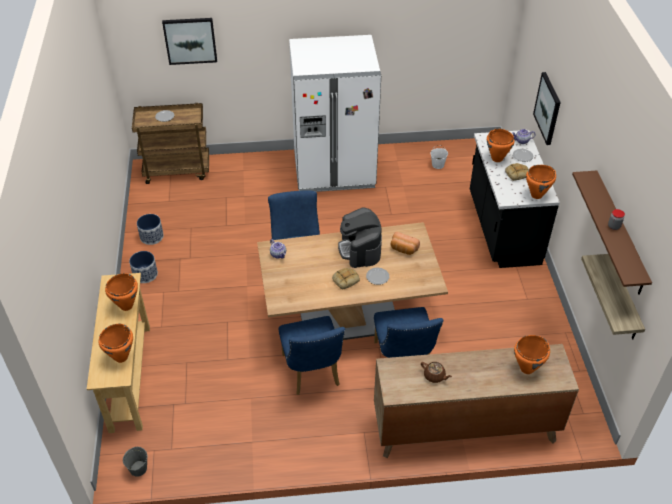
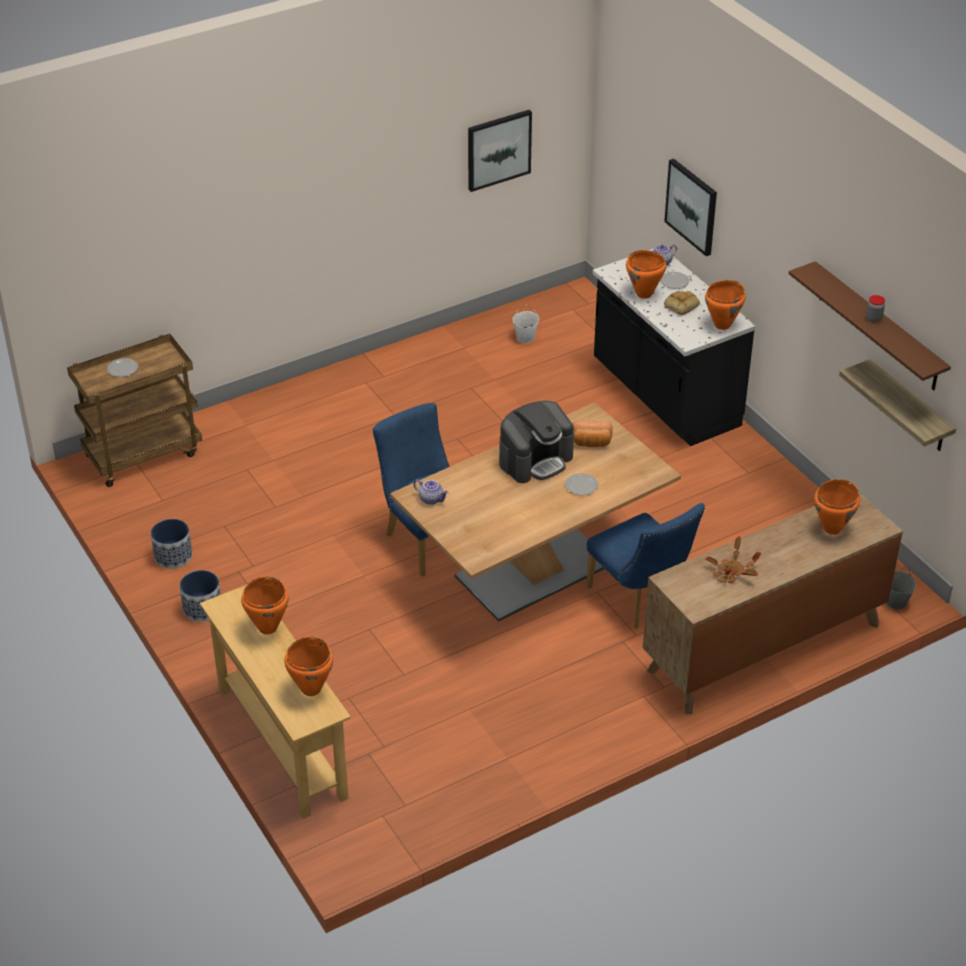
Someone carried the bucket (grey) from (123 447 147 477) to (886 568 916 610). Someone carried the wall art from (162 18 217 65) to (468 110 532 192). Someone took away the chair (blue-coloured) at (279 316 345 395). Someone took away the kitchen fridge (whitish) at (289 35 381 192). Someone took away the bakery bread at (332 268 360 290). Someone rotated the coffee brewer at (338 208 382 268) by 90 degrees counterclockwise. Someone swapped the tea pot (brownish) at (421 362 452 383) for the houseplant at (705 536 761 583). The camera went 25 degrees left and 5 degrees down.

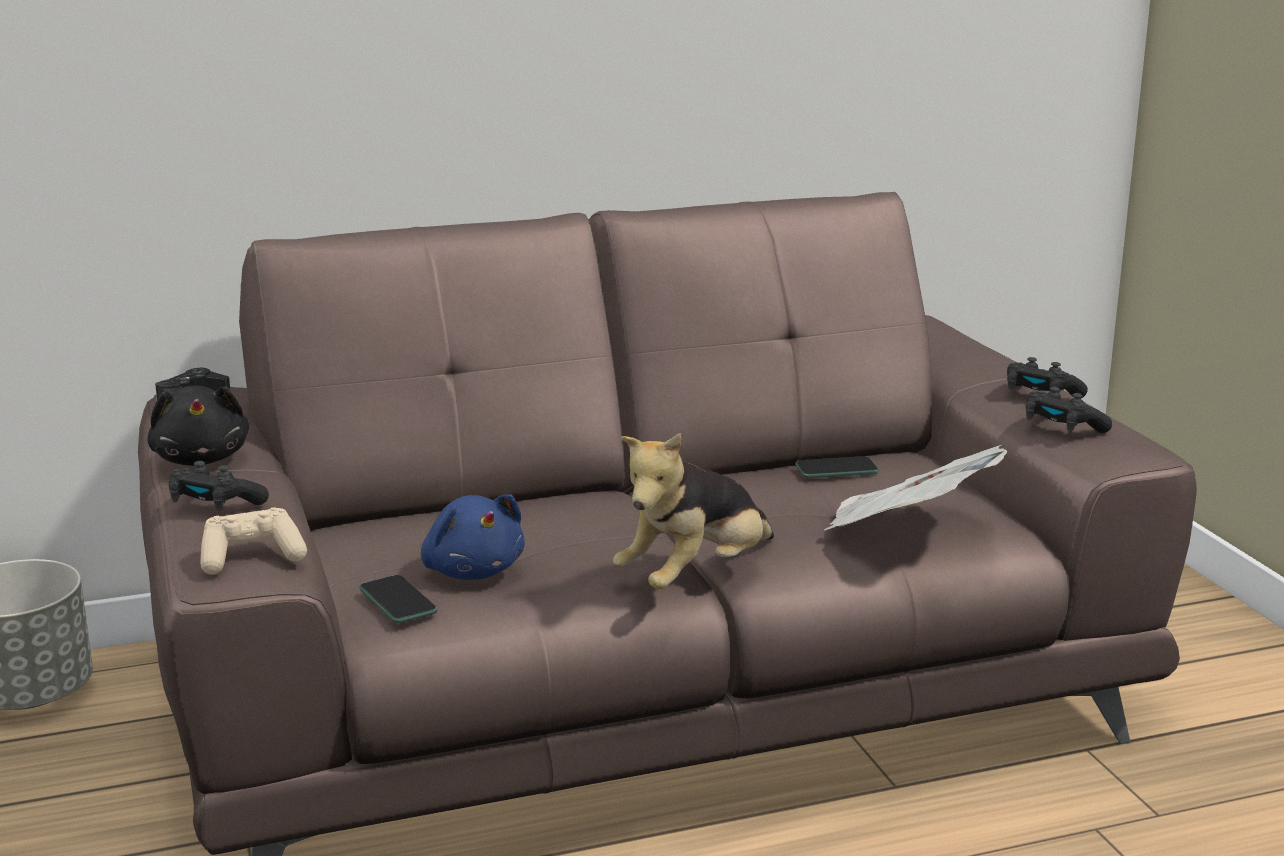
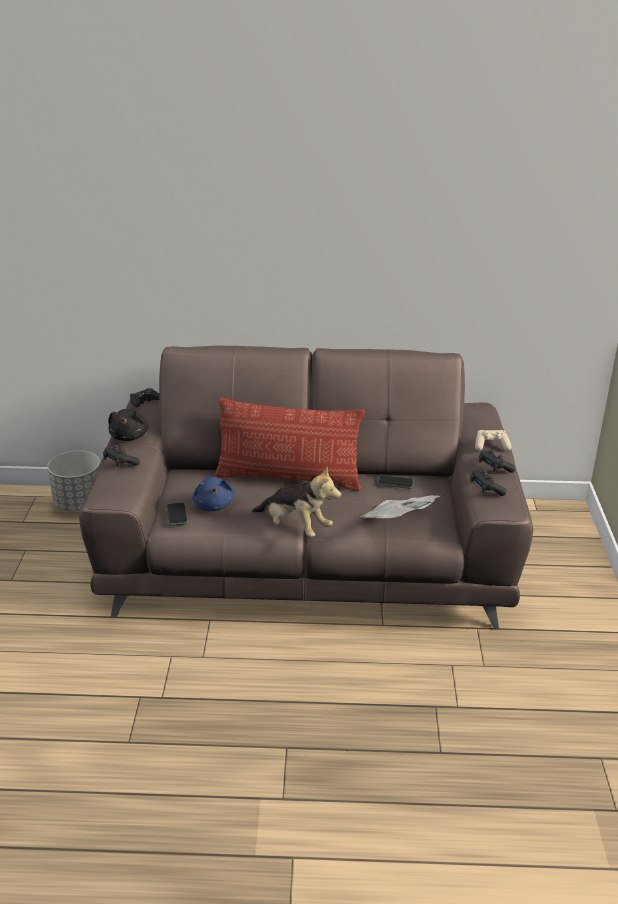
Someone carried the gamepad (beige) from (200 507 307 575) to (475 430 511 451). Someone rotated the plush toy at (613 433 774 589) by 120 degrees counterclockwise. Someone put down the throw pillow at (214 398 365 491). The camera went 20 degrees right and 10 degrees up.

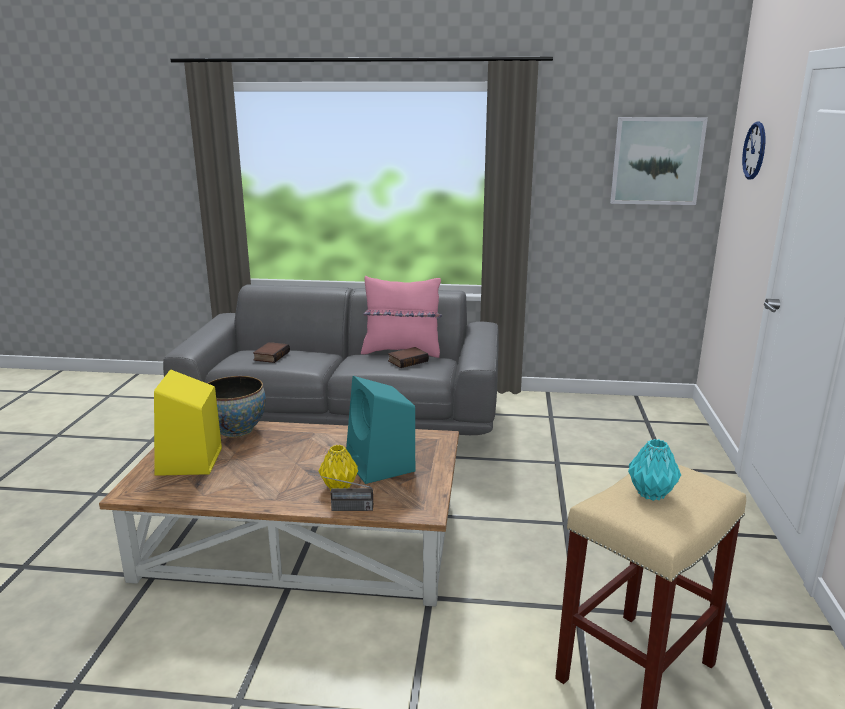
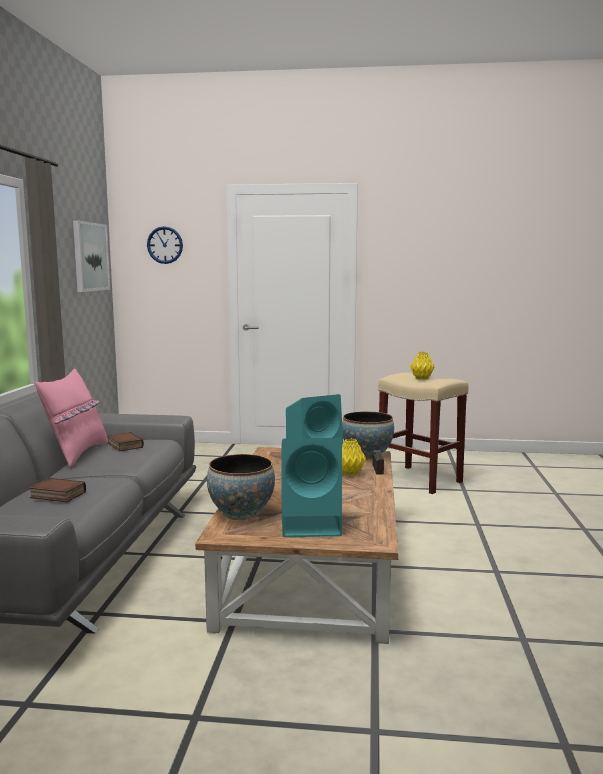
Someone repainted the speaker (yellow-coloured) at (154 369 222 476), which became the speaker (turquoise) at (281 438 342 537). Someone repainted the vase (turquoise) at (628 439 681 501), which became the vase (yellow-coloured) at (411 352 435 380). Someone put down the serving bowl at (342 411 394 459). The camera went 90 degrees left and 10 degrees down.

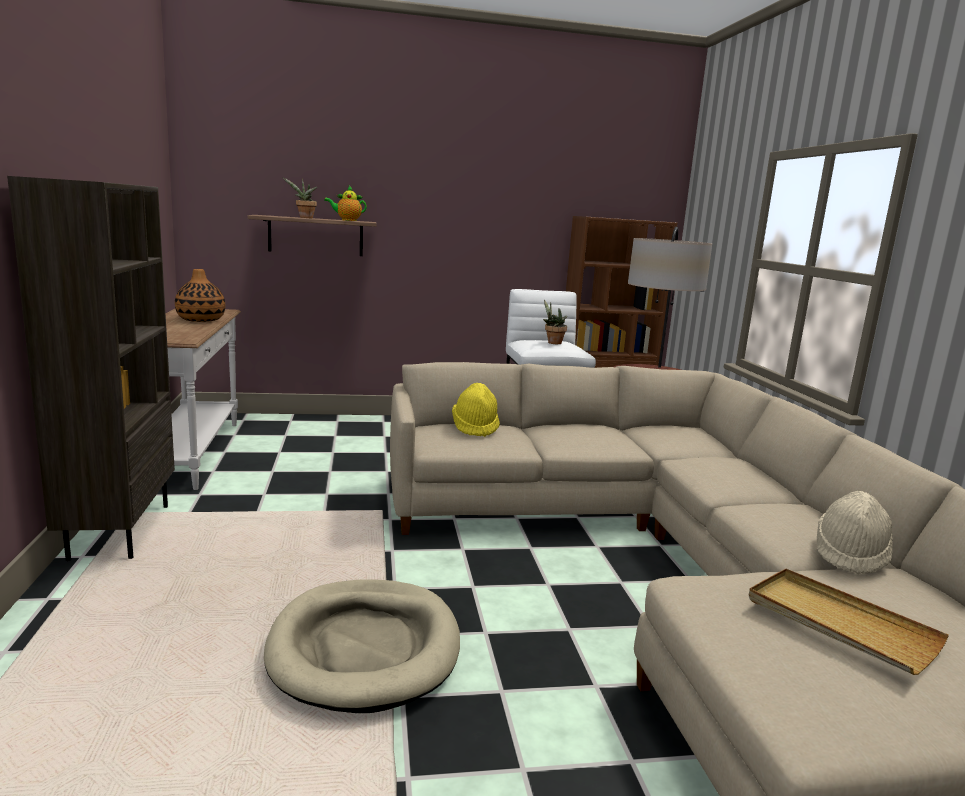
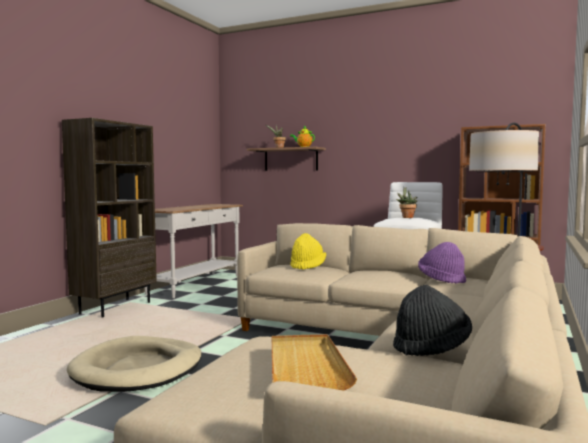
Someone took away the vase at (175 269 225 322). Someone repainted the clothing hat (beige) at (817 491 893 575), which became the clothing hat (black) at (393 285 472 356). Someone put down the clothing hat (purple) at (418 242 466 284). The camera went 35 degrees right and 10 degrees down.

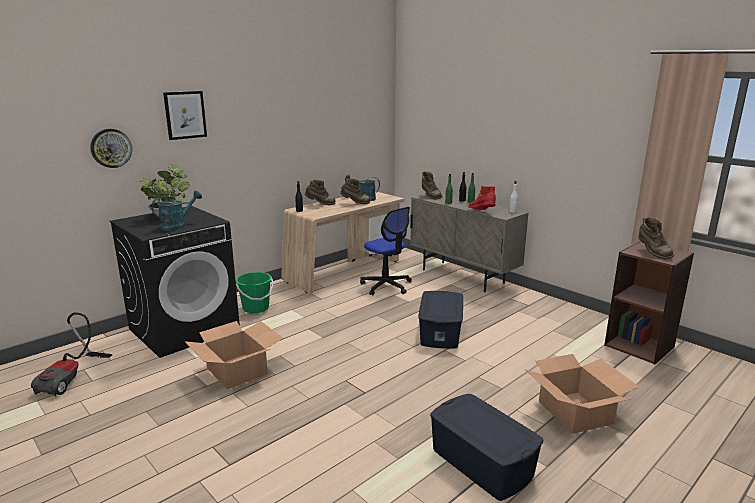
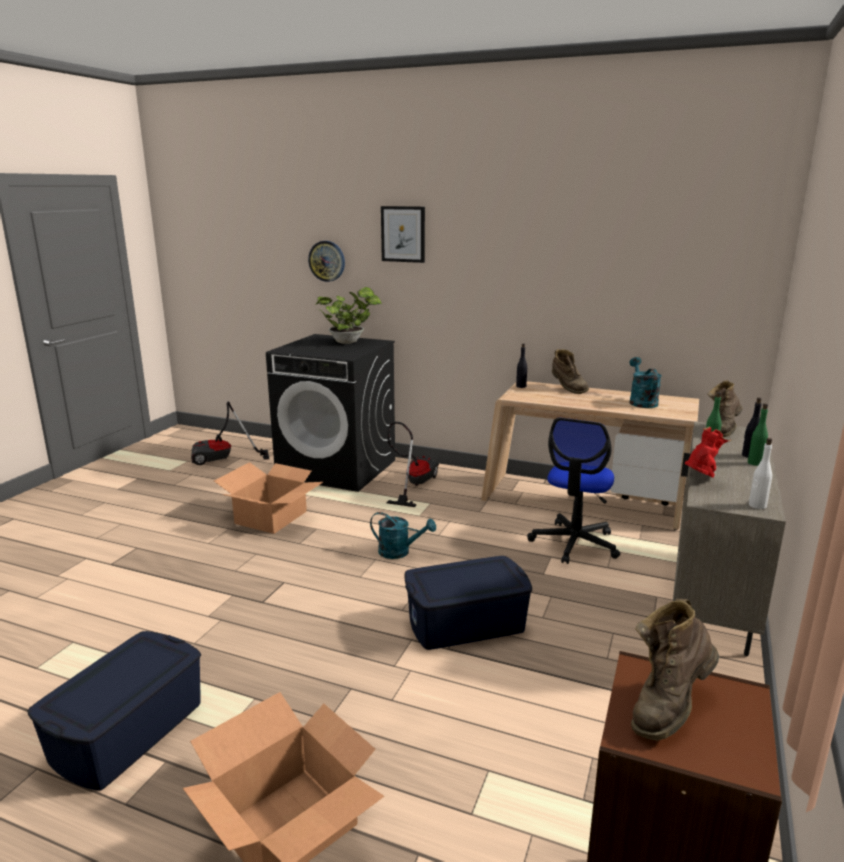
Someone carried the sprinkling can (turquoise) from (151 190 202 231) to (370 512 436 559). Someone swapped the bucket (green-coloured) at (235 272 273 313) for the hoover at (387 422 439 507). Someone took away the high-top boot (brownish) at (340 179 371 204). The camera went 65 degrees right and 0 degrees up.

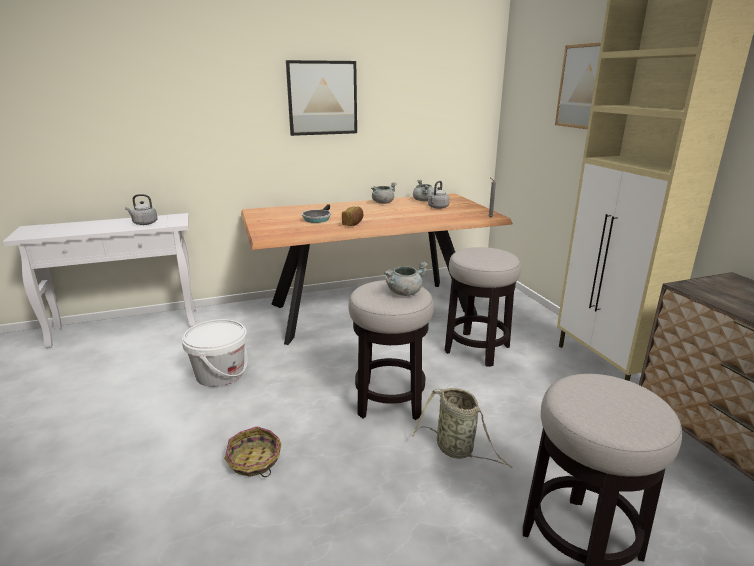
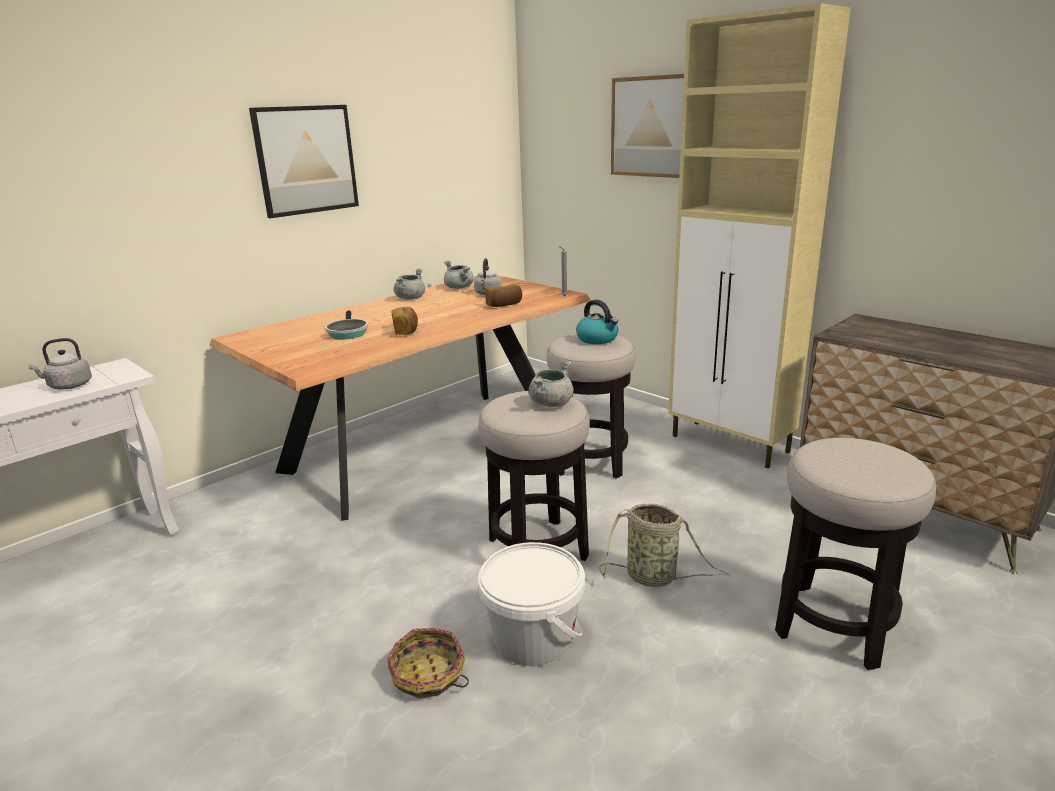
Someone carried the bucket (whitish) from (182 319 248 387) to (478 542 585 667). Someone put down the bakery bread at (485 284 522 307). Someone put down the kettle at (576 299 619 344). The camera went 25 degrees left and 0 degrees up.

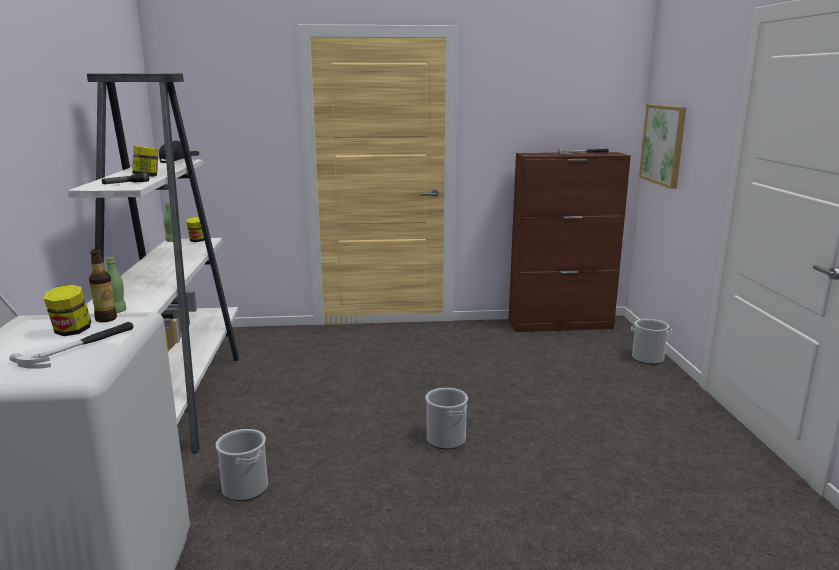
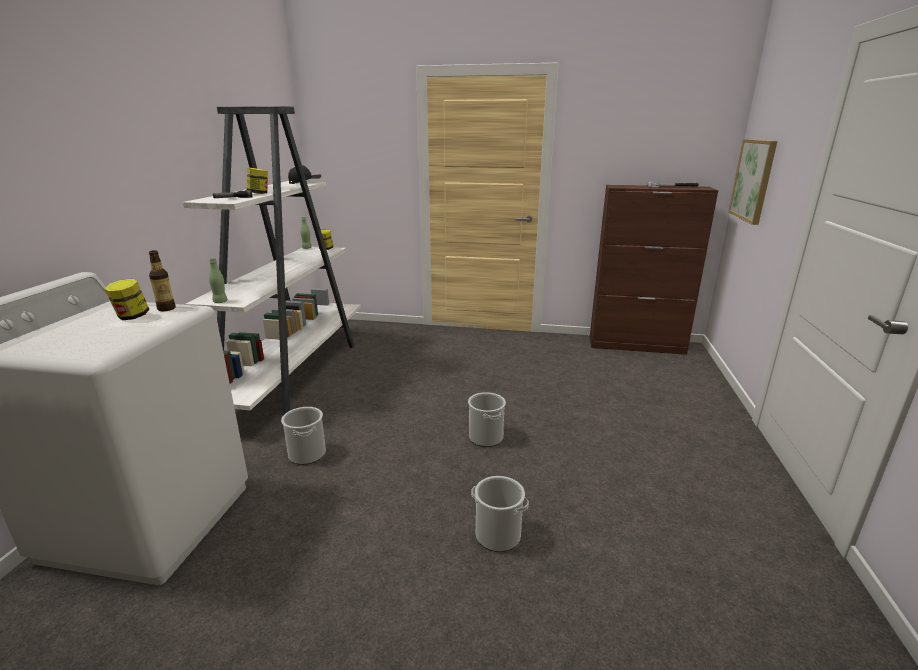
Someone took away the tool hammer at (10 322 134 369). Someone carried the bucket from (631 319 672 364) to (471 476 529 552). The camera went 15 degrees right and 5 degrees up.

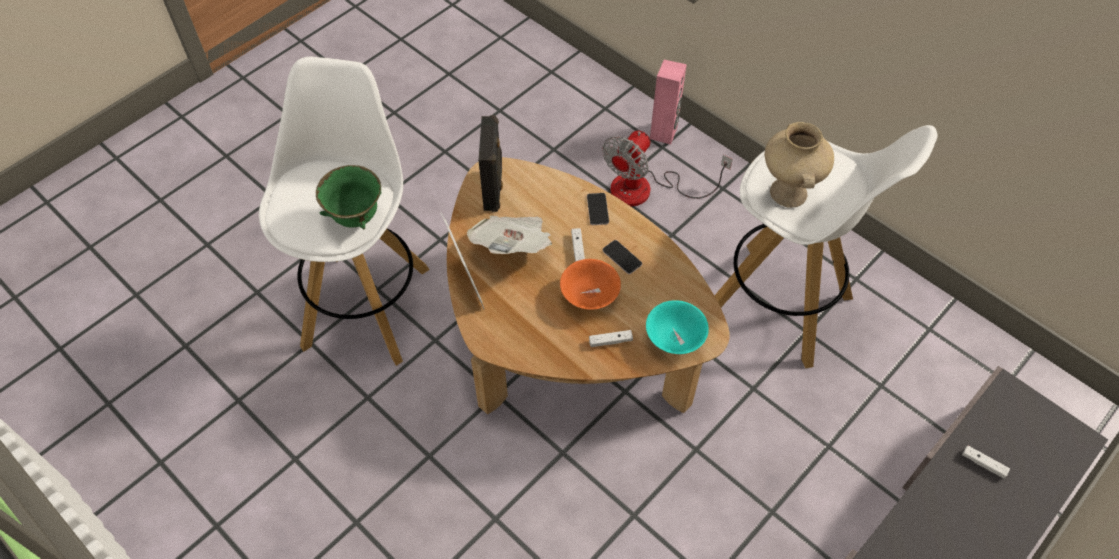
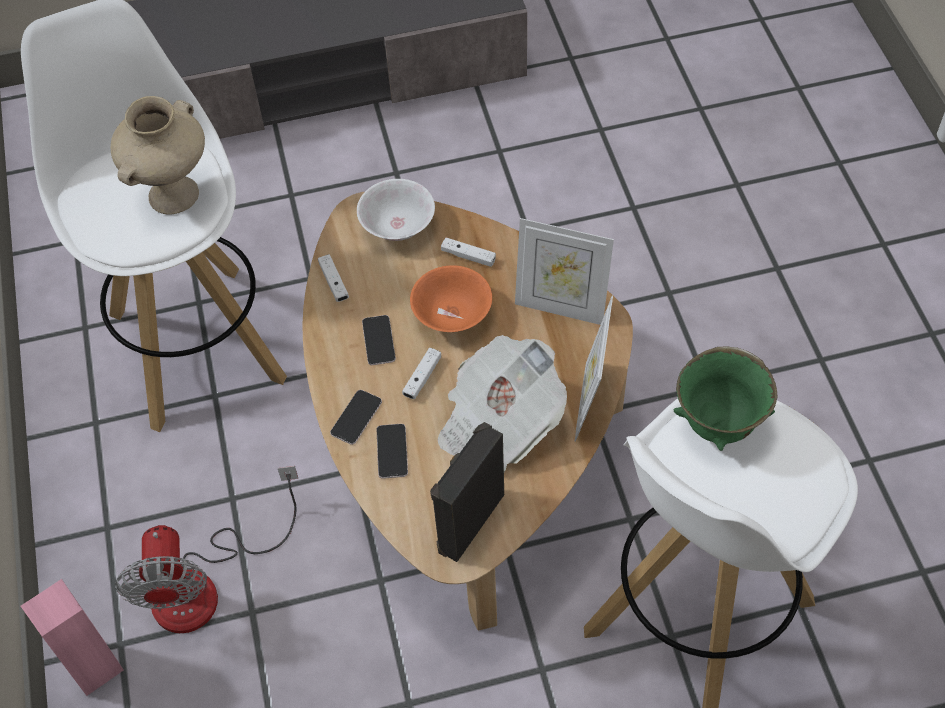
Someone rotated the cooling fan at (602 130 733 206) by 105 degrees clockwise. Someone repainted the serving bowl (turquoise) at (646 300 709 354), which became the serving bowl (whitish) at (357 179 435 241). Someone carried the gamepad (whitish) from (962 446 1010 478) to (318 254 349 302). Someone put down the handset at (377 424 408 479). Someone put down the standing frame at (515 218 614 325). The camera went 145 degrees left and 0 degrees up.

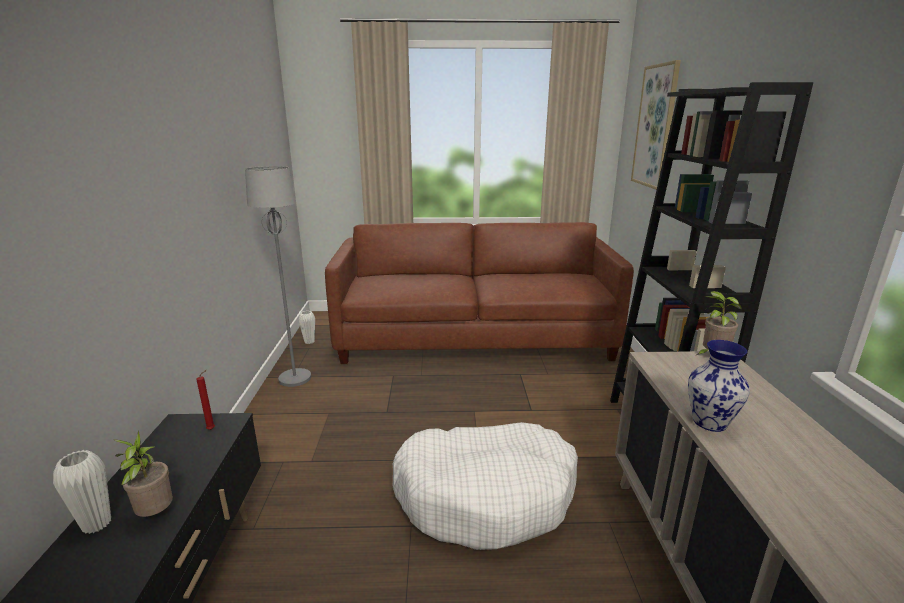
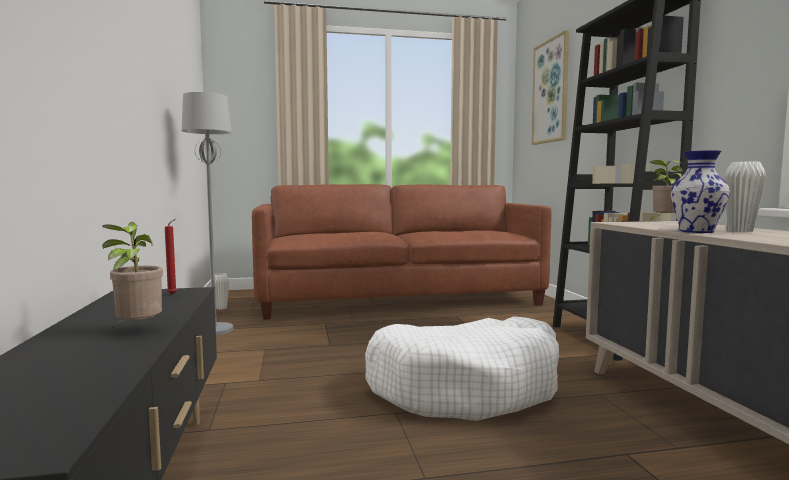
Someone carried the vase (whitish) from (53 450 111 534) to (724 162 766 232). The camera went 10 degrees left and 15 degrees down.

